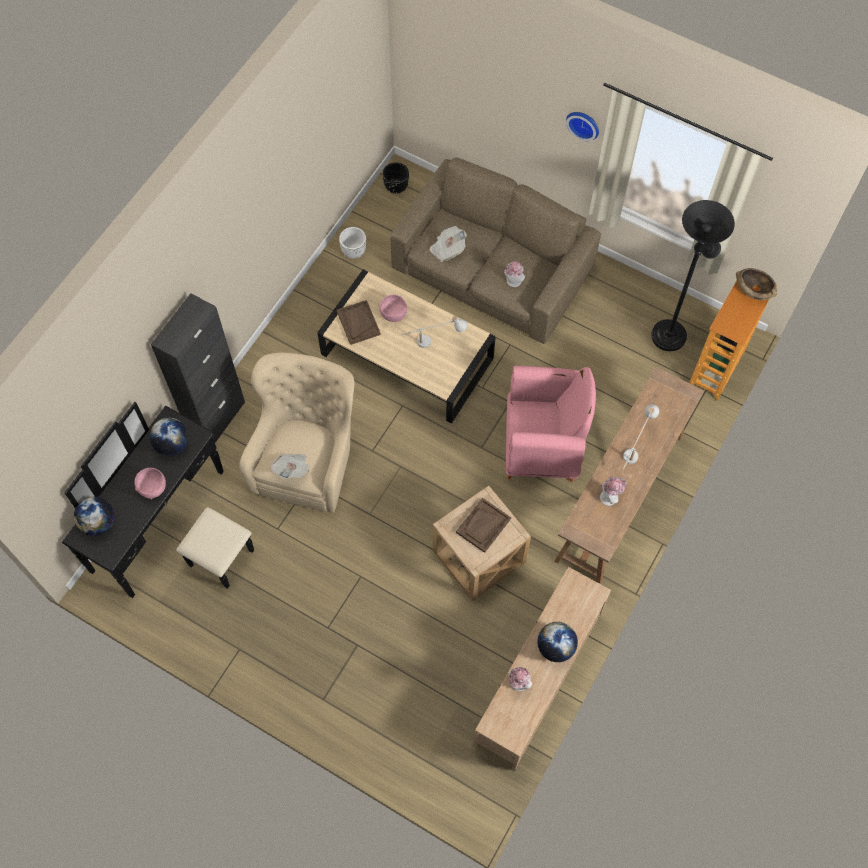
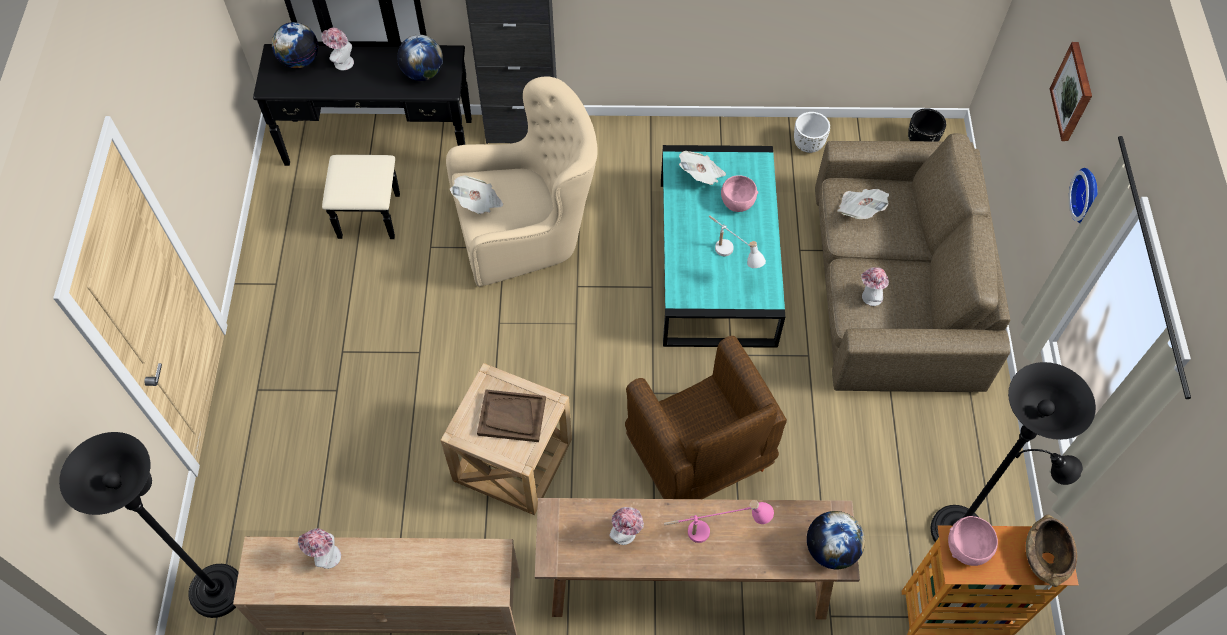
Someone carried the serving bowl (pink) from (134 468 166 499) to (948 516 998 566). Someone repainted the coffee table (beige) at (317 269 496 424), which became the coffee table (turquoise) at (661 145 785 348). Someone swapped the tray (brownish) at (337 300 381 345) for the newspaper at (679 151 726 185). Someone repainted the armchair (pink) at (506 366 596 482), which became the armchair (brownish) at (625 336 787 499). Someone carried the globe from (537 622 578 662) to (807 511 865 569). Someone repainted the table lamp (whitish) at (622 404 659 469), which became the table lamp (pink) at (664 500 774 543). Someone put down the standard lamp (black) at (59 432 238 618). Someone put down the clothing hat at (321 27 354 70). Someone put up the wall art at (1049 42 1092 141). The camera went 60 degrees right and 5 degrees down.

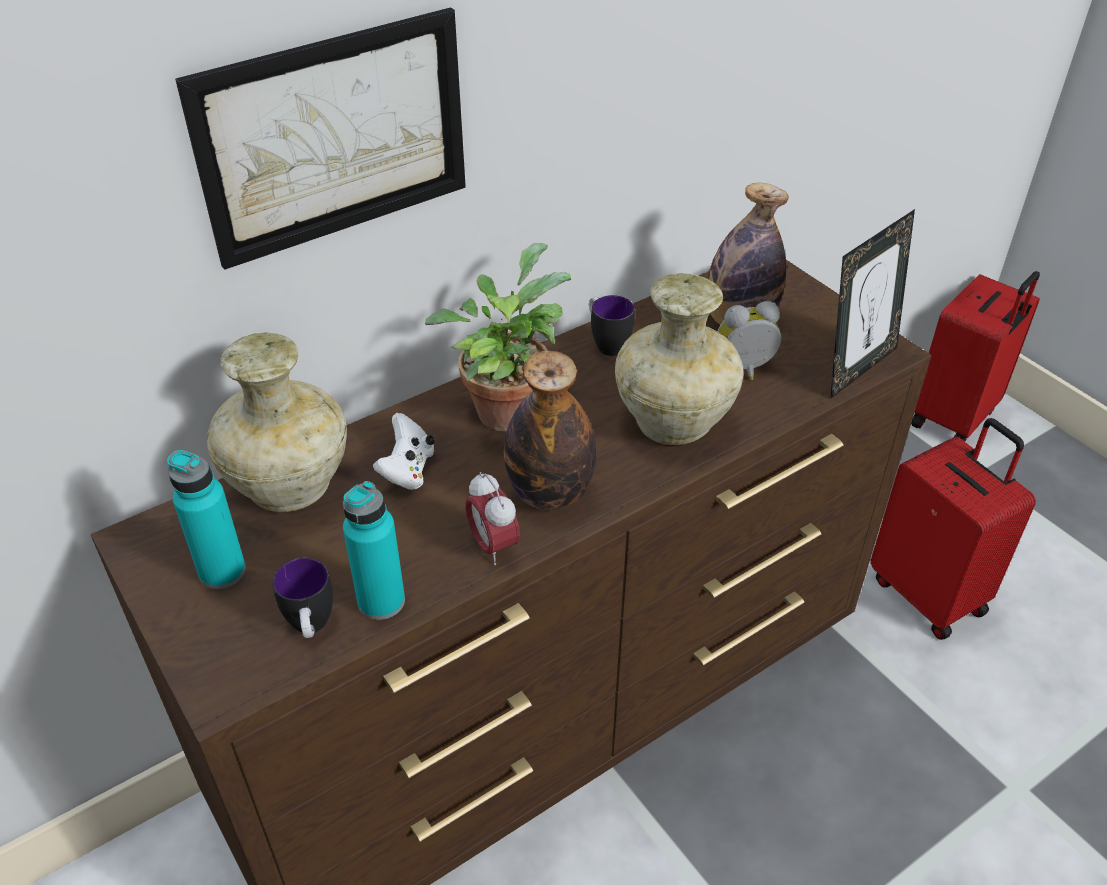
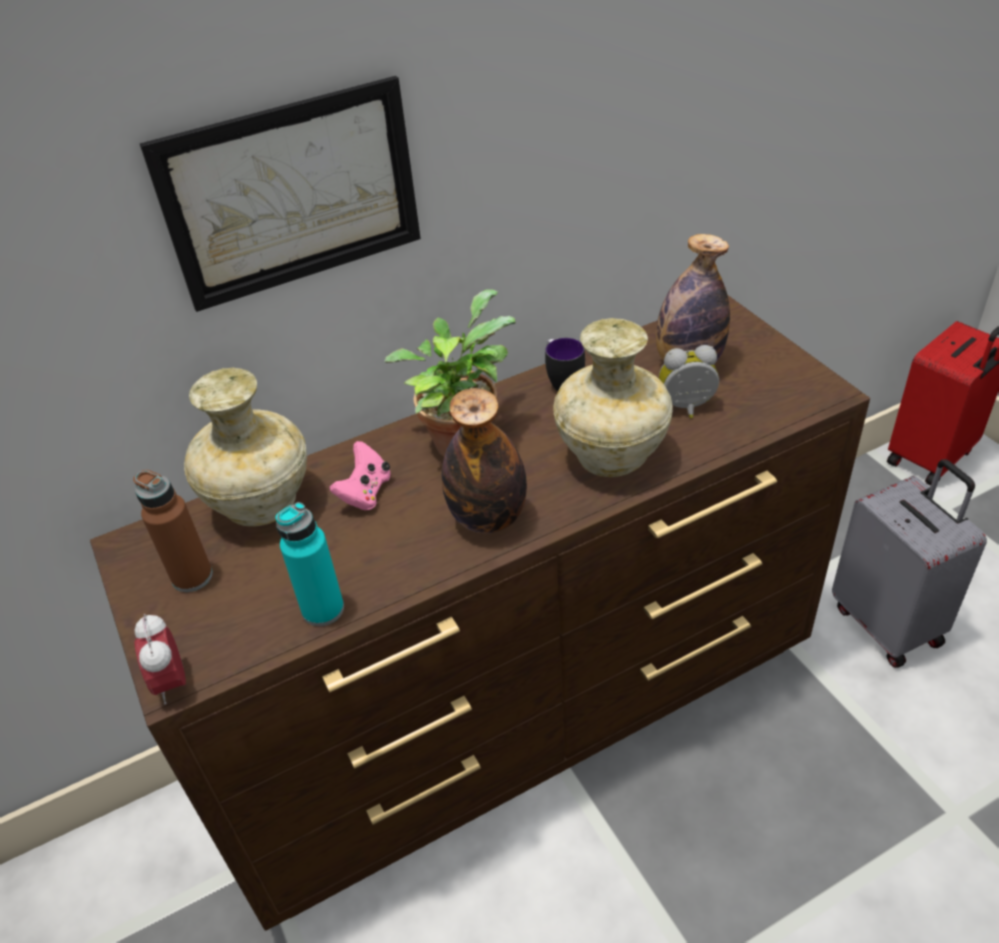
Someone repainted the beverage bottle (turquoise) at (167 450 246 589), which became the beverage bottle (brownish) at (133 470 213 592). Someone took away the tea mug at (272 558 333 638). Someone repainted the gamepad (whitish) at (373 413 435 490), which became the gamepad (pink) at (329 441 391 510). Someone carried the bedside clock from (465 472 520 565) to (134 614 186 705). Someone took away the standing frame at (830 209 915 399). Someone repainted the piece of luggage (red) at (871 418 1036 640), which became the piece of luggage (grey) at (832 459 987 668). The camera went 10 degrees right and 0 degrees up.

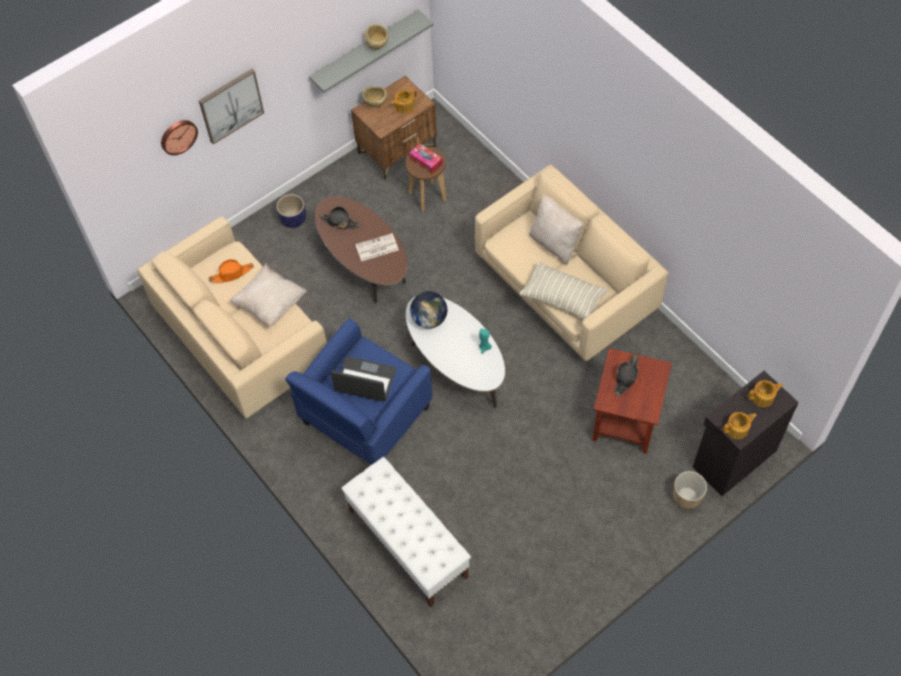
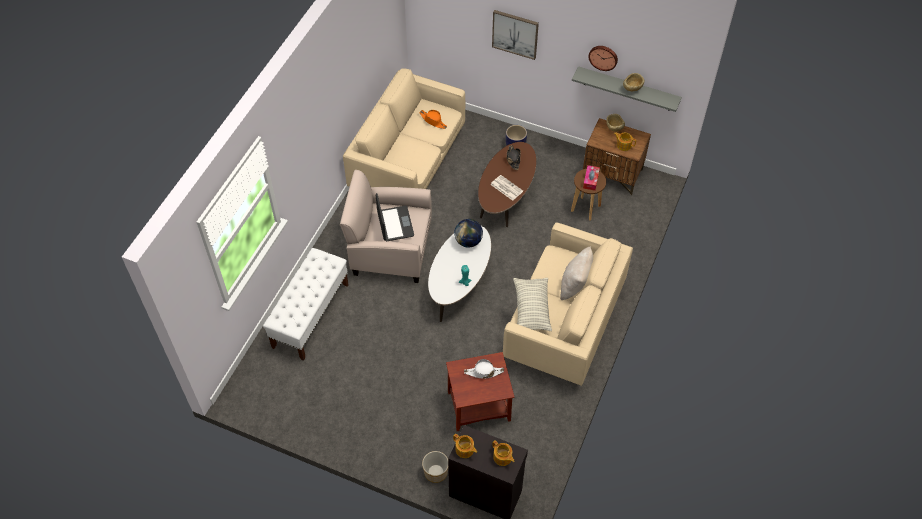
Someone carried the hanging clock from (161 120 198 155) to (588 46 618 71). Someone took away the throw pillow (beige) at (230 264 307 328). Someone repainted the armchair (blue-coloured) at (285 318 432 465), which became the armchair (beige) at (340 170 432 283). Someone repainted the clothing hat (black) at (615 355 639 397), which became the clothing hat (whitish) at (464 359 504 378). The camera went 60 degrees right and 5 degrees down.

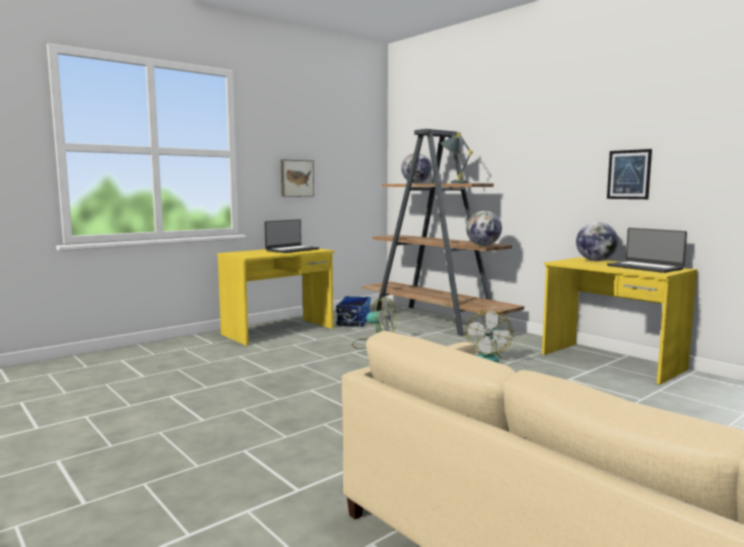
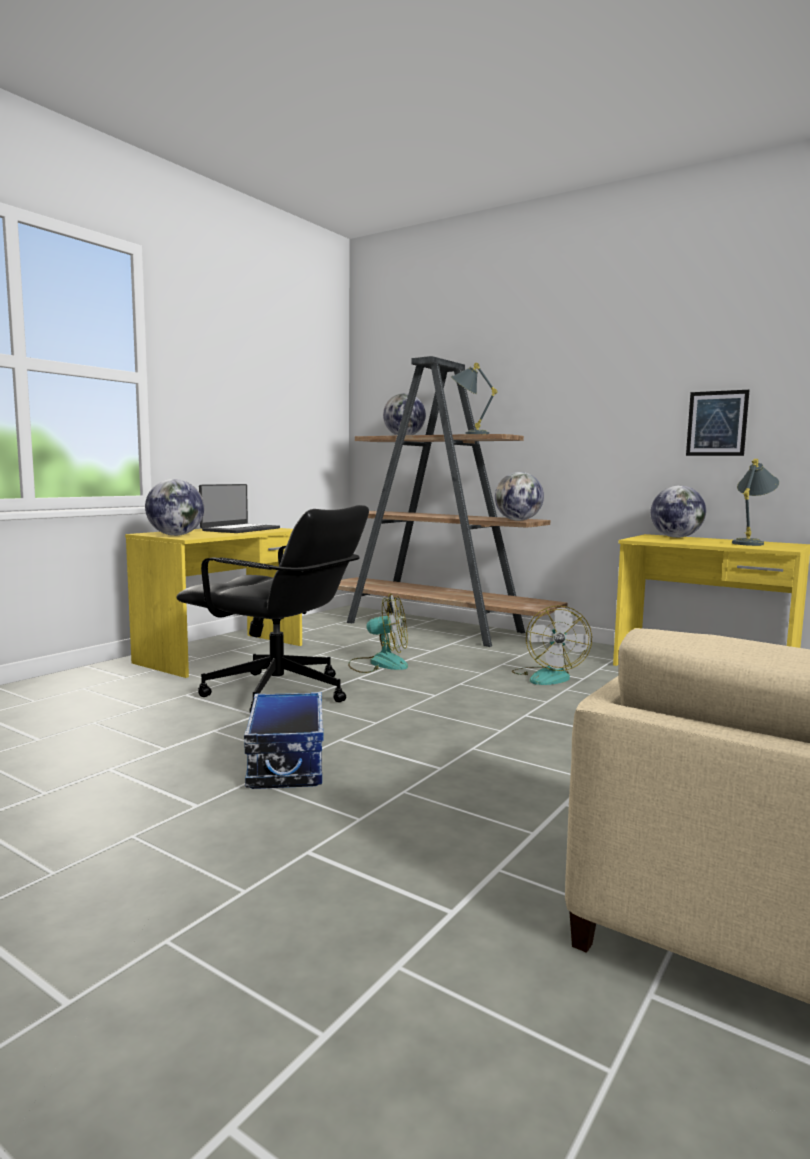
Someone took away the wall art at (281 159 314 197). Someone carried the storage bin from (336 296 371 327) to (244 692 324 789). Someone swapped the notebook computer at (607 228 687 273) for the table lamp (grey) at (732 459 779 546). Someone put down the globe at (145 479 204 536). Someone put down the computer chair (black) at (176 505 369 713). The camera went 15 degrees left and 0 degrees up.

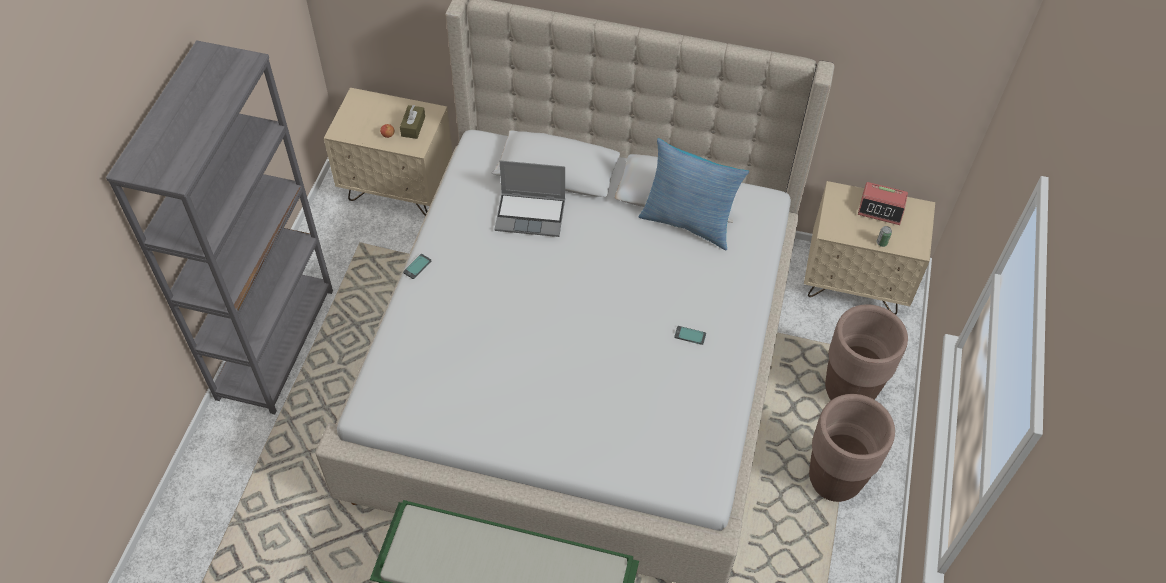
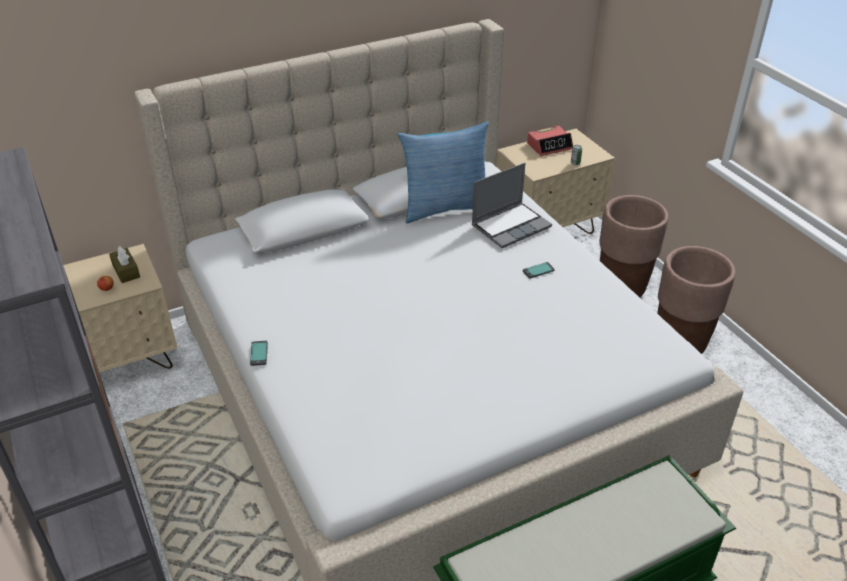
Someone carried the notebook computer from (495 161 565 237) to (472 163 552 248). The camera went 40 degrees left and 15 degrees down.

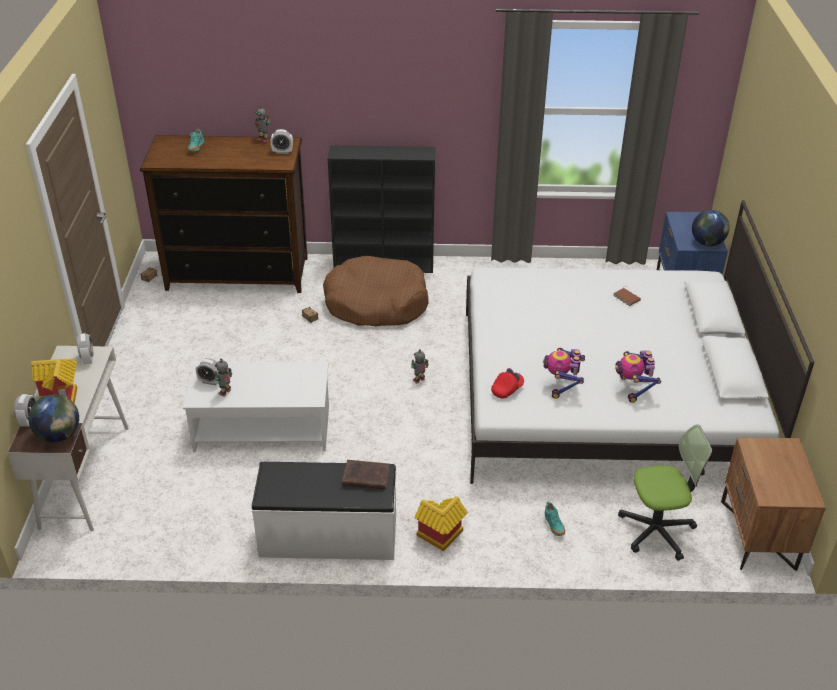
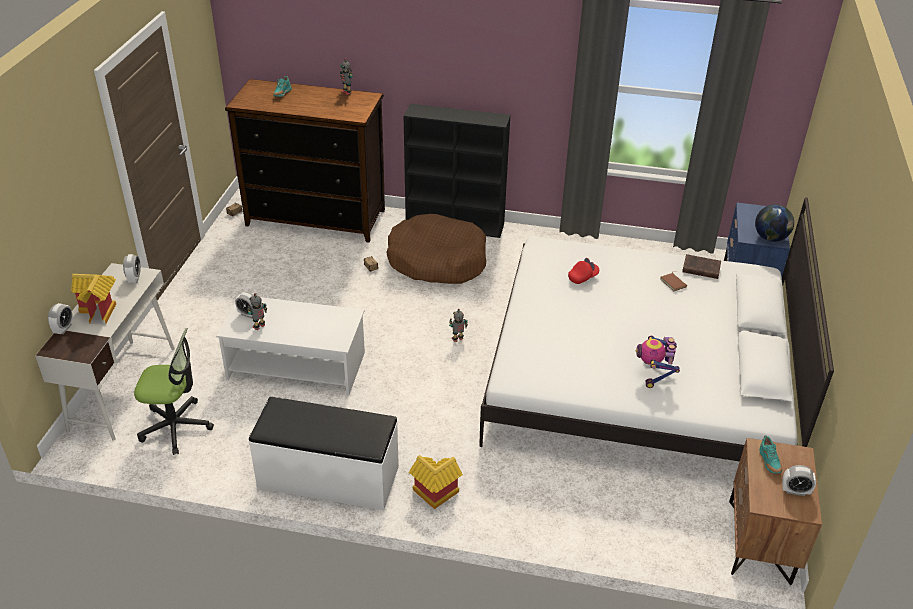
Someone took away the globe at (29 395 79 443). Someone carried the bedside clock from (270 129 293 154) to (782 465 816 496). Someone carried the volume (brownish) from (342 460 390 490) to (682 254 721 279). Someone carried the cap (red) from (491 368 524 399) to (568 258 599 284). Someone took away the robot figure at (543 348 585 399). Someone carried the low shoe (turquoise) from (545 502 565 536) to (759 435 782 474). Someone carried the computer chair from (618 425 712 561) to (134 328 214 455). The camera went 10 degrees right and 0 degrees up.

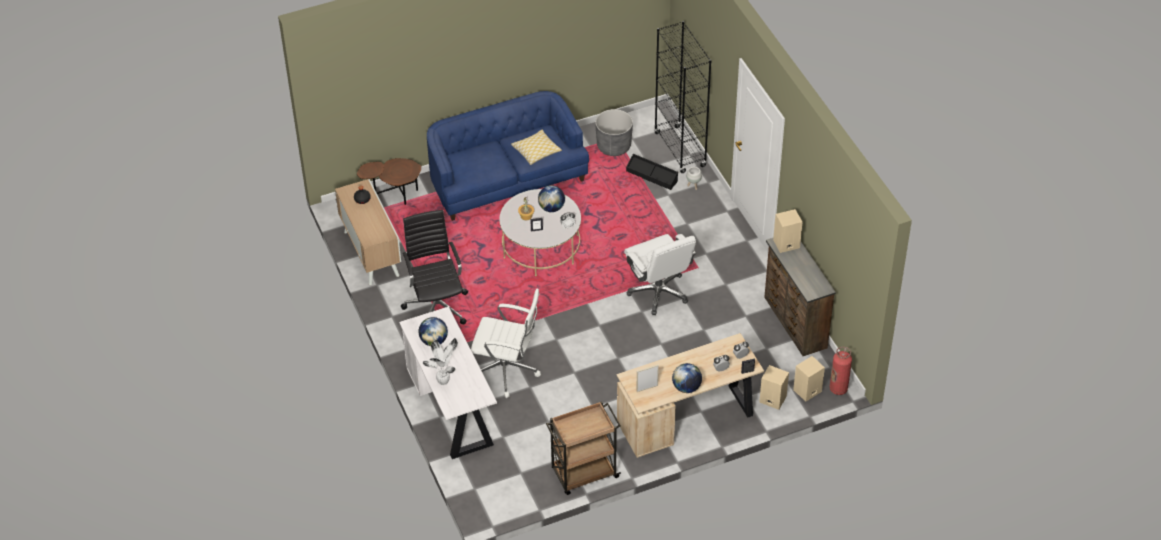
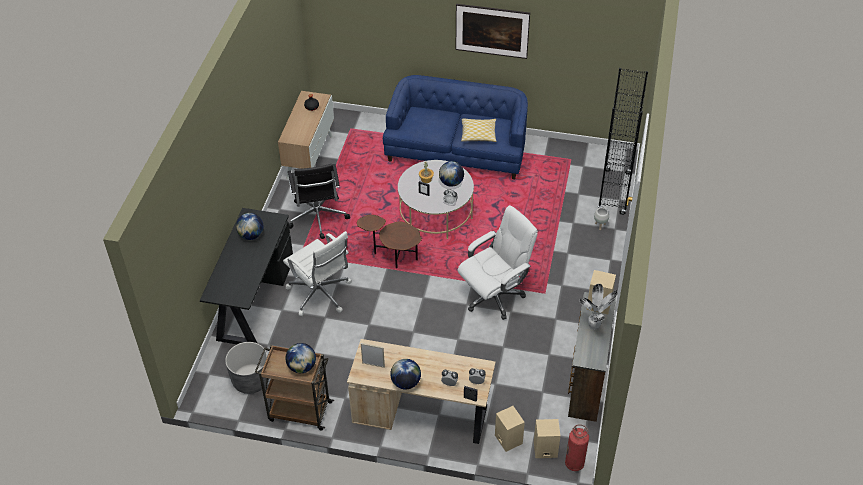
Someone carried the accent table (brownish) from (357 158 421 205) to (357 215 422 268). Someone repainted the desk unit (whitish) at (399 306 497 459), which became the desk unit (black) at (200 208 293 344). Someone rotated the computer chair (black) at (401 210 468 324) by 150 degrees clockwise. Someone carried the houseplant from (423 338 458 385) to (579 284 617 330). Someone carried the planter (grey) from (595 109 633 156) to (225 342 269 394). Someone rotated the computer chair (whitish) at (624 234 696 315) by 135 degrees counterclockwise. Someone took away the storage bin (black) at (626 154 678 190). Someone put down the globe at (286 343 316 373). Someone put up the wall art at (456 4 530 59). The camera went 35 degrees right and 0 degrees up.

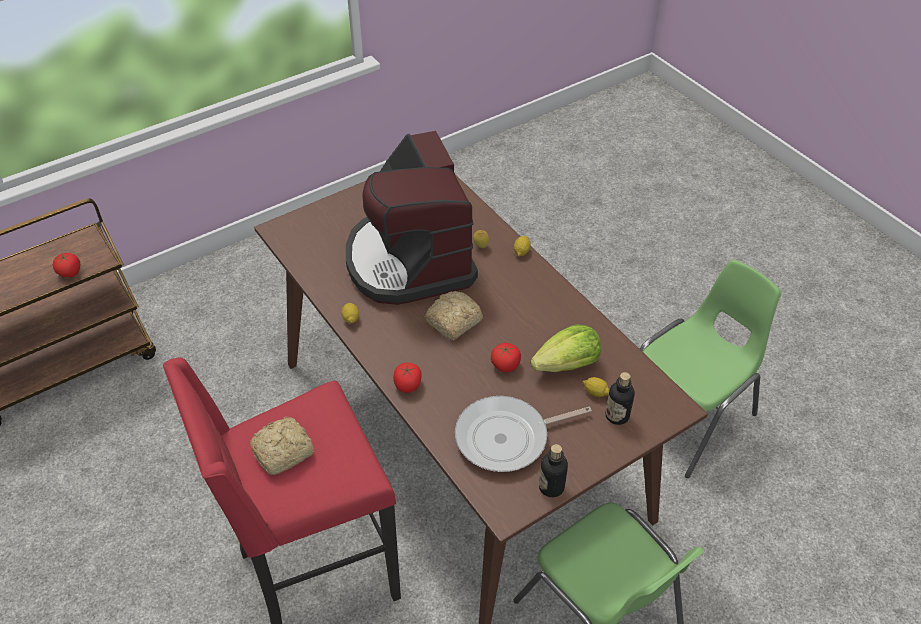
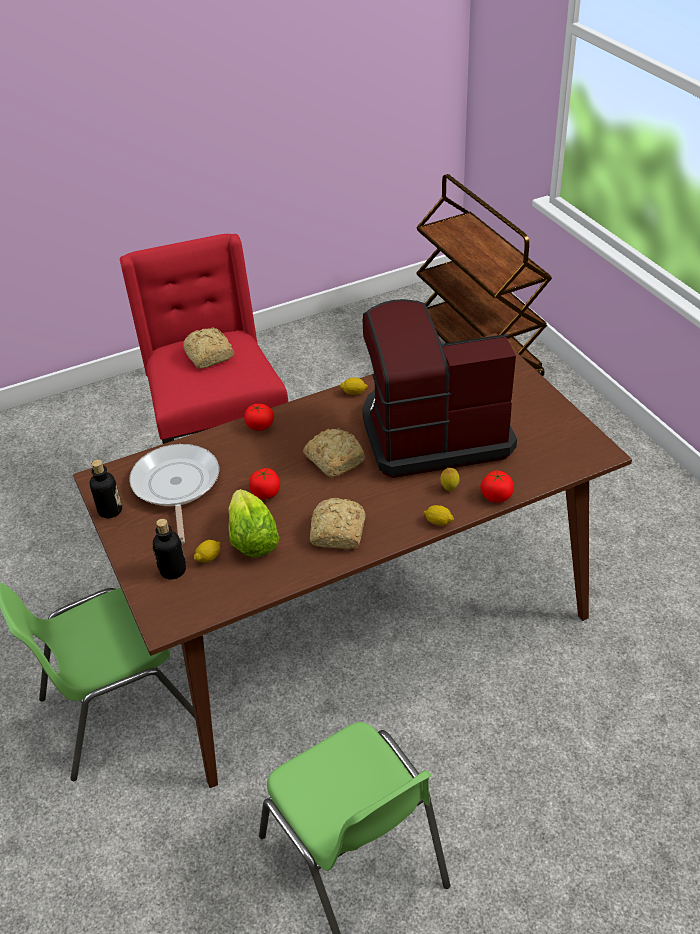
Someone carried the tomato from (53 253 81 277) to (480 471 514 503). Someone put down the bakery bread at (310 498 366 549). The camera went 100 degrees right and 5 degrees down.

